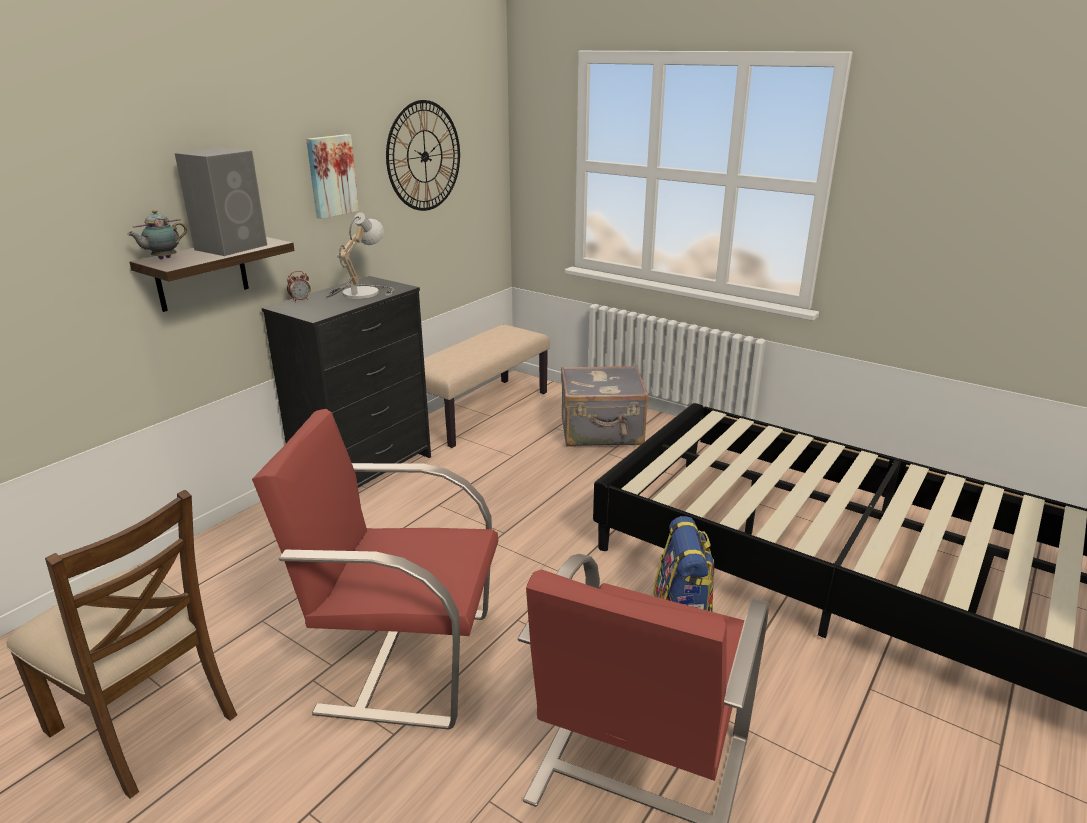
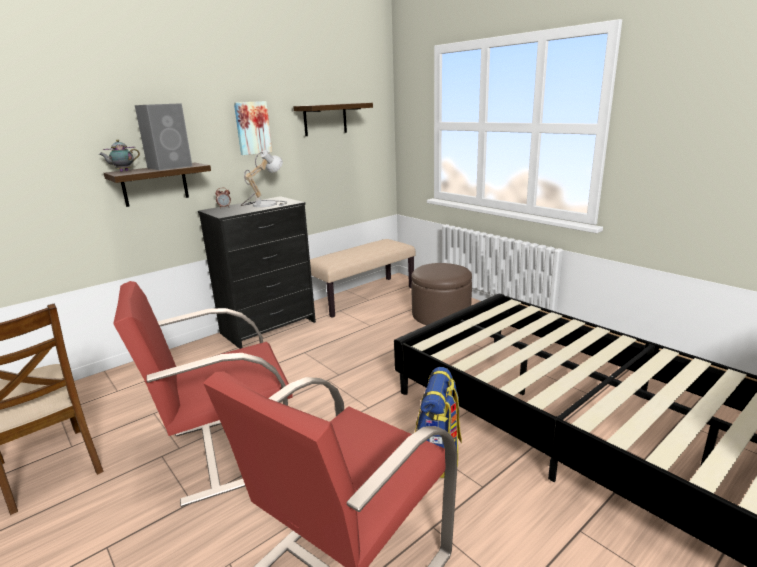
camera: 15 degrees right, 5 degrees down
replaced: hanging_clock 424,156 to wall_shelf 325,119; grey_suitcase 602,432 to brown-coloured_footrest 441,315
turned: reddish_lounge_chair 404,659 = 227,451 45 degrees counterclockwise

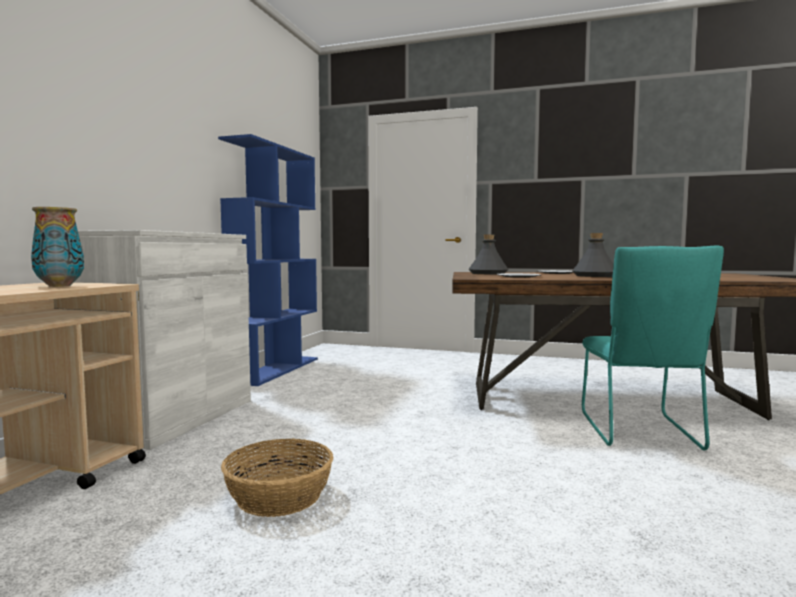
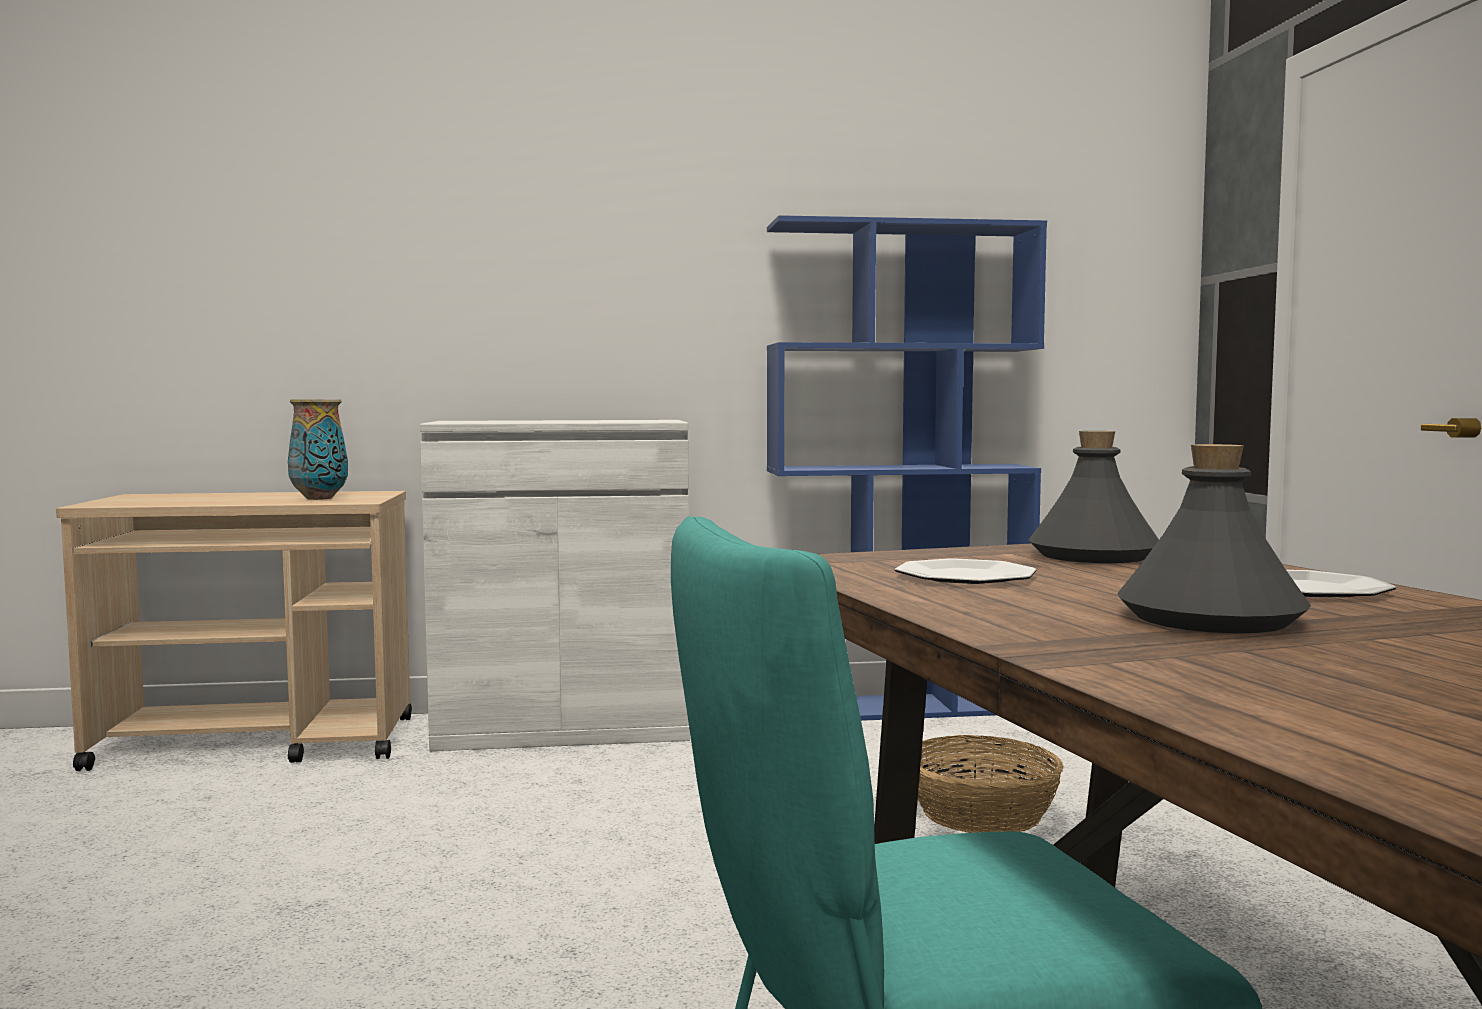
camera: 65 degrees right, 0 degrees up
moved: basket 280,496 to 981,813

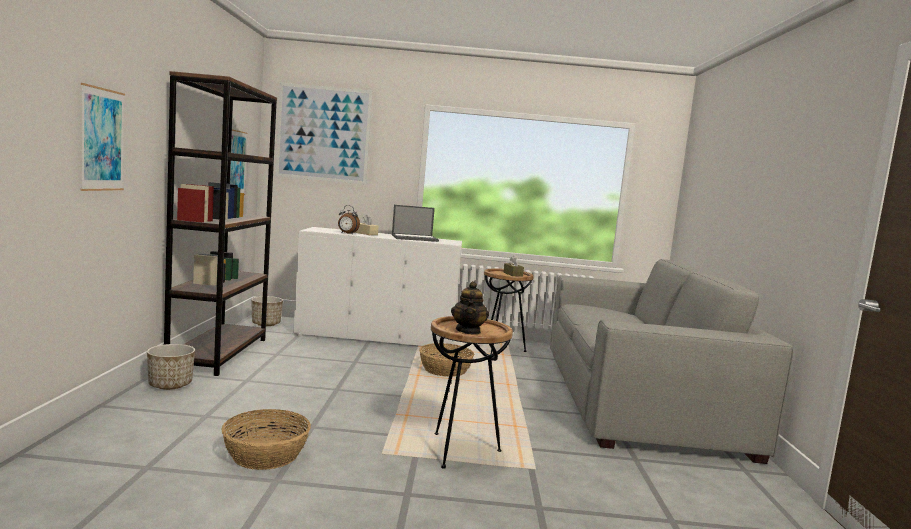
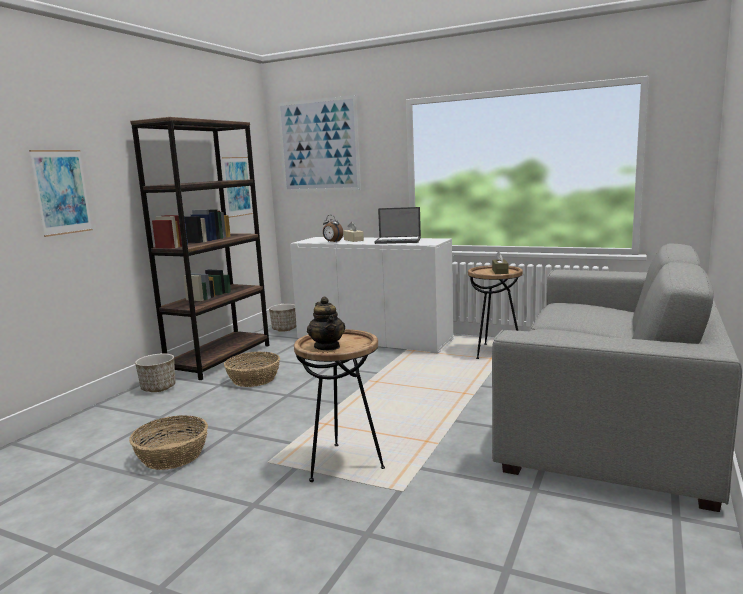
camera: 25 degrees right, 5 degrees up
moved: basket 445,370 to 254,379
turned: pot_for_tea 468,331 = 327,347 45 degrees counterclockwise

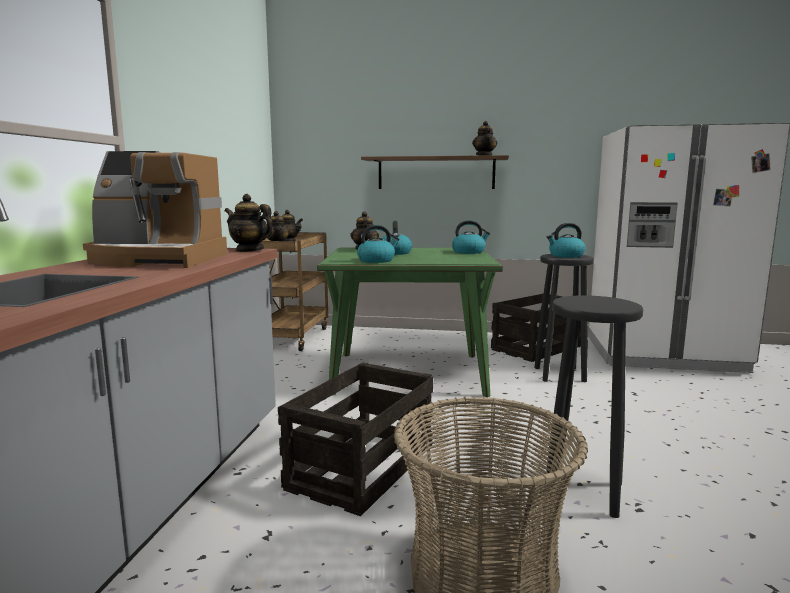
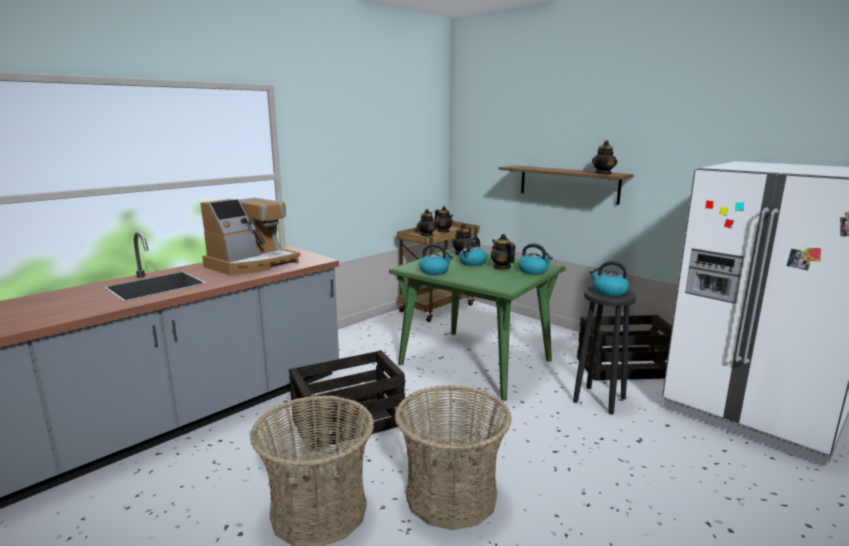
camera: 35 degrees right, 5 degrees up
moved: pot_for_tea 249,250 to 502,267
replaced: black_stool_seat 583,492 to basket 451,496
turned: coffee_machine 158,259 = 252,264 90 degrees counterclockwise

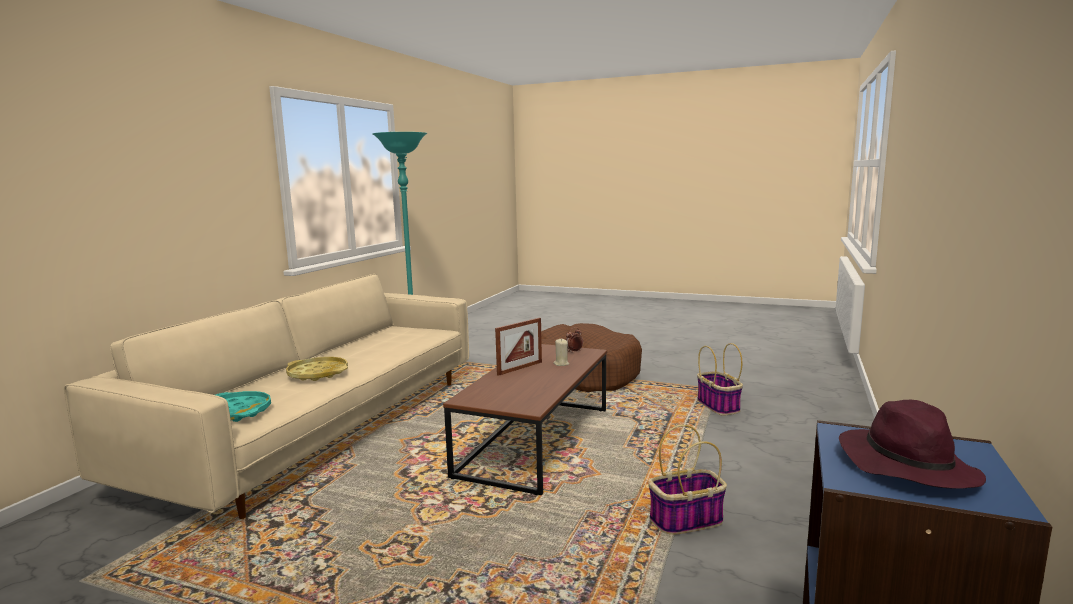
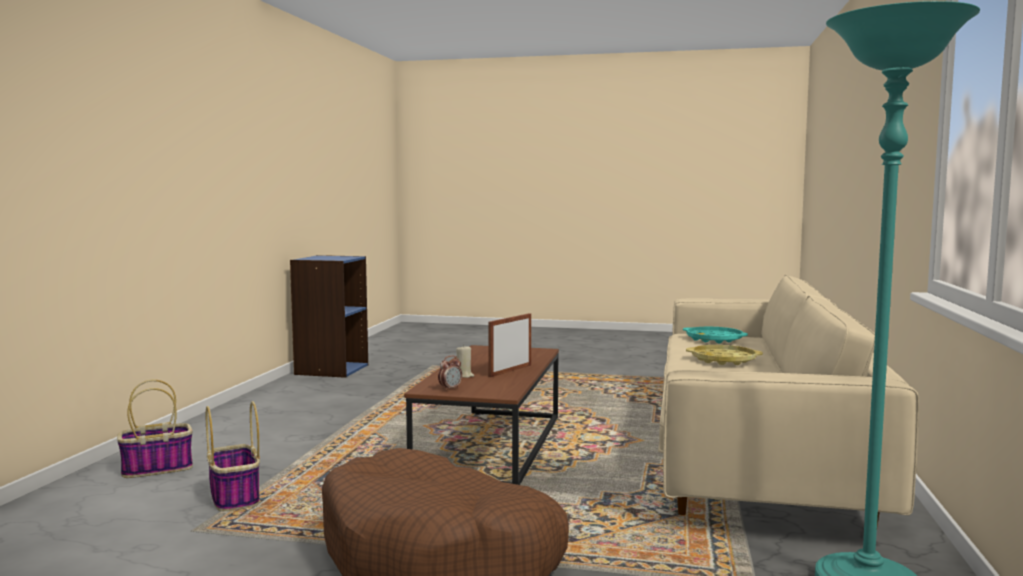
camera: 170 degrees right, 5 degrees down
removed: purple-coloured_wearable_hat 905,465
moved: basket 685,521 to 158,468

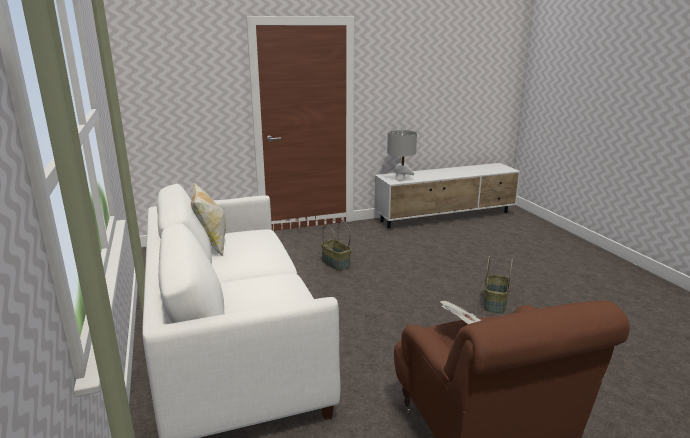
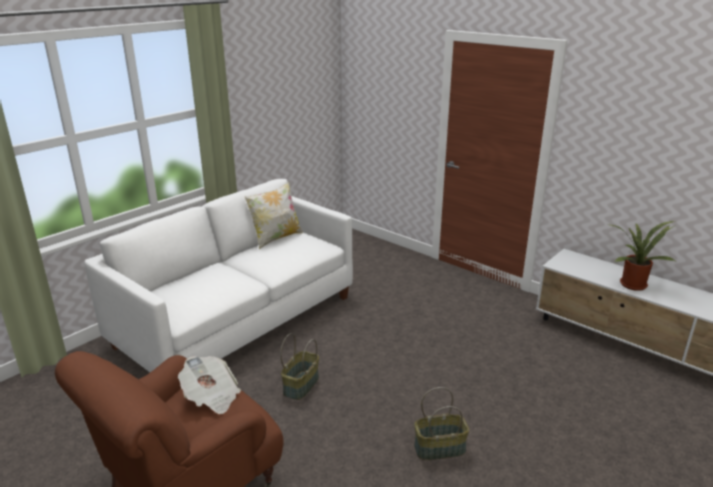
camera: 60 degrees right, 5 degrees up
removed: grey_lamp_for_a_table 400,179
added: houseplant 633,283
moved: basket 335,263 to 301,385

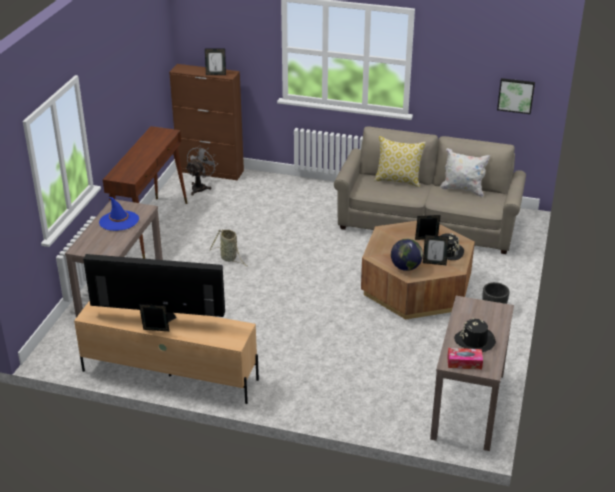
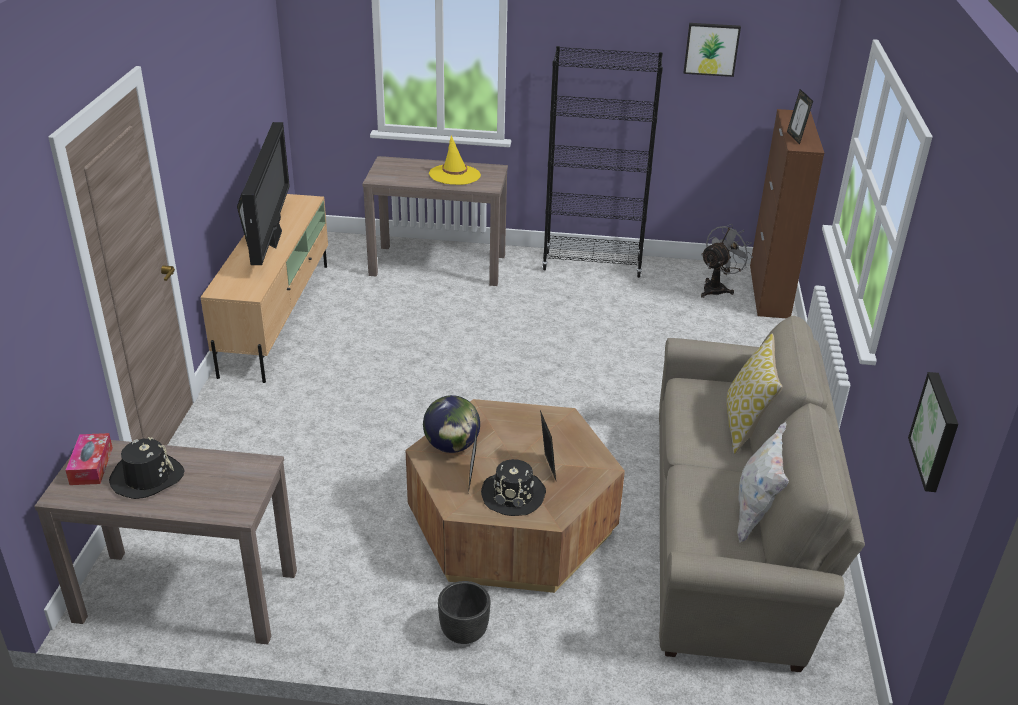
camera: 80 degrees right, 0 degrees up
removed: basket 229,258
added: wall_art 711,49
replaced: brown-coloured_narrow_table 151,228 to black_bookcase 592,265
recoloured: blue_wearable_hat 119,221 to yellowish_wearable_hat 454,175
turned: grey_cooling_fan 200,187 = 717,288 60 degrees counterclockwise

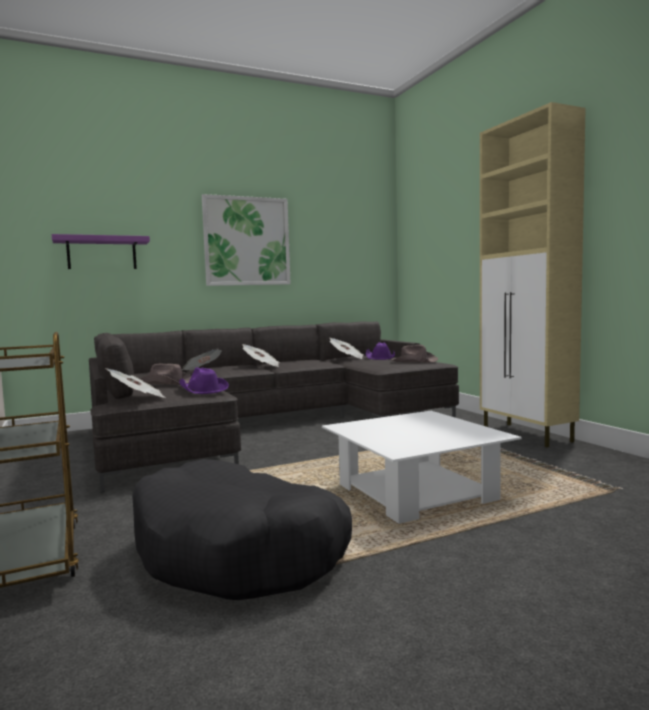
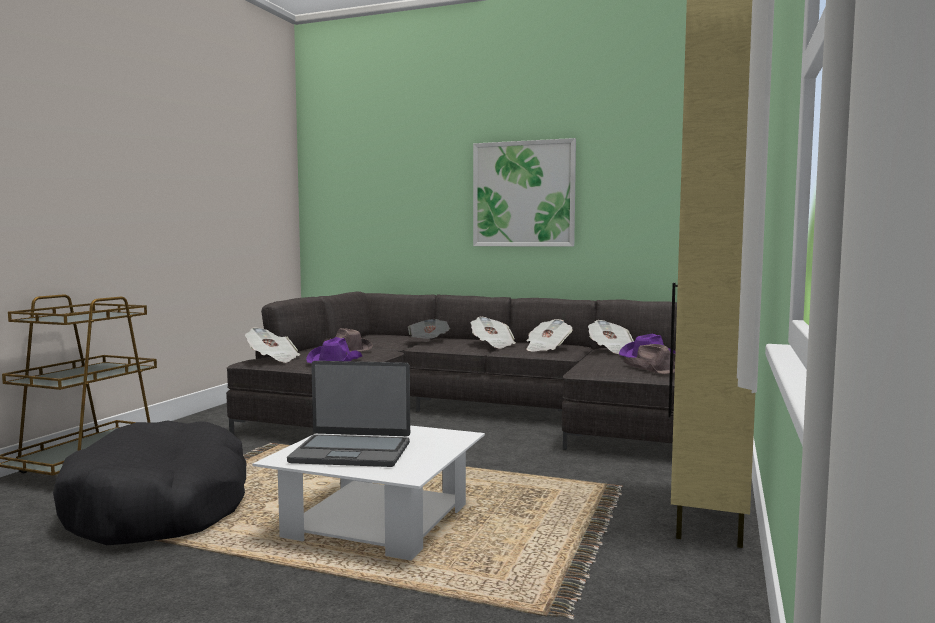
camera: 45 degrees right, 0 degrees up
removed: purple-coloured_wall_shelf 102,253
added: notebook_computer 352,452; printed_paper 546,348

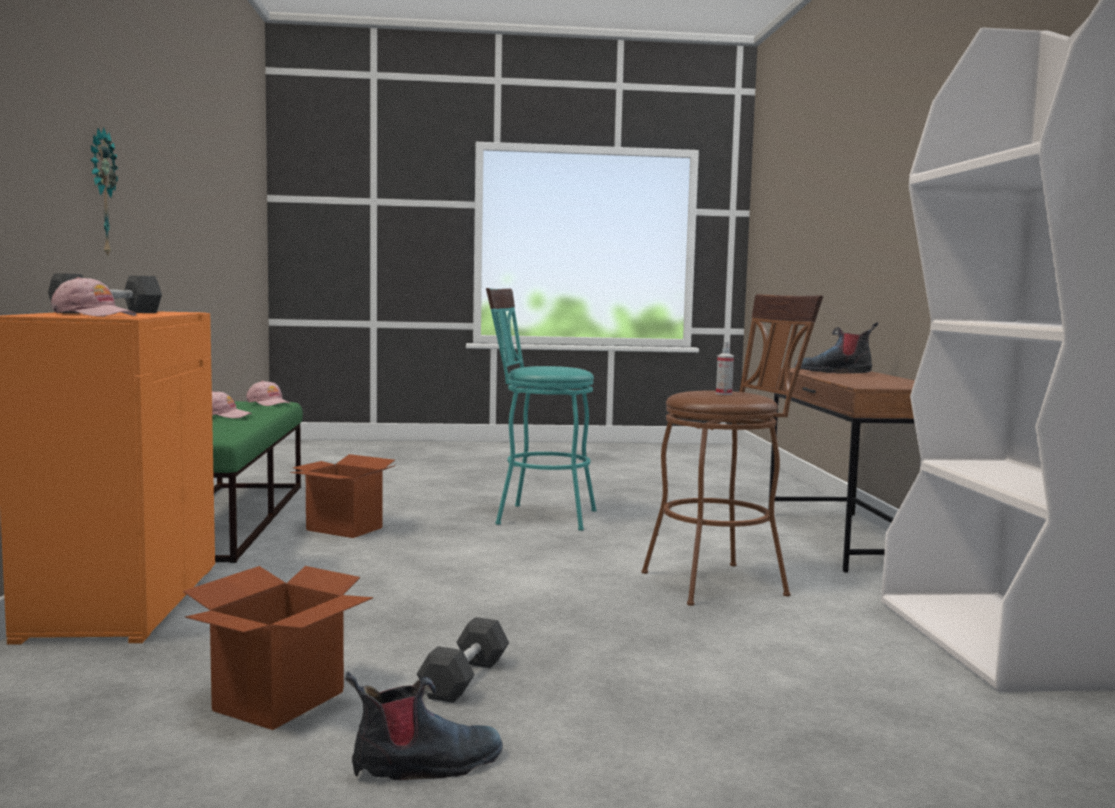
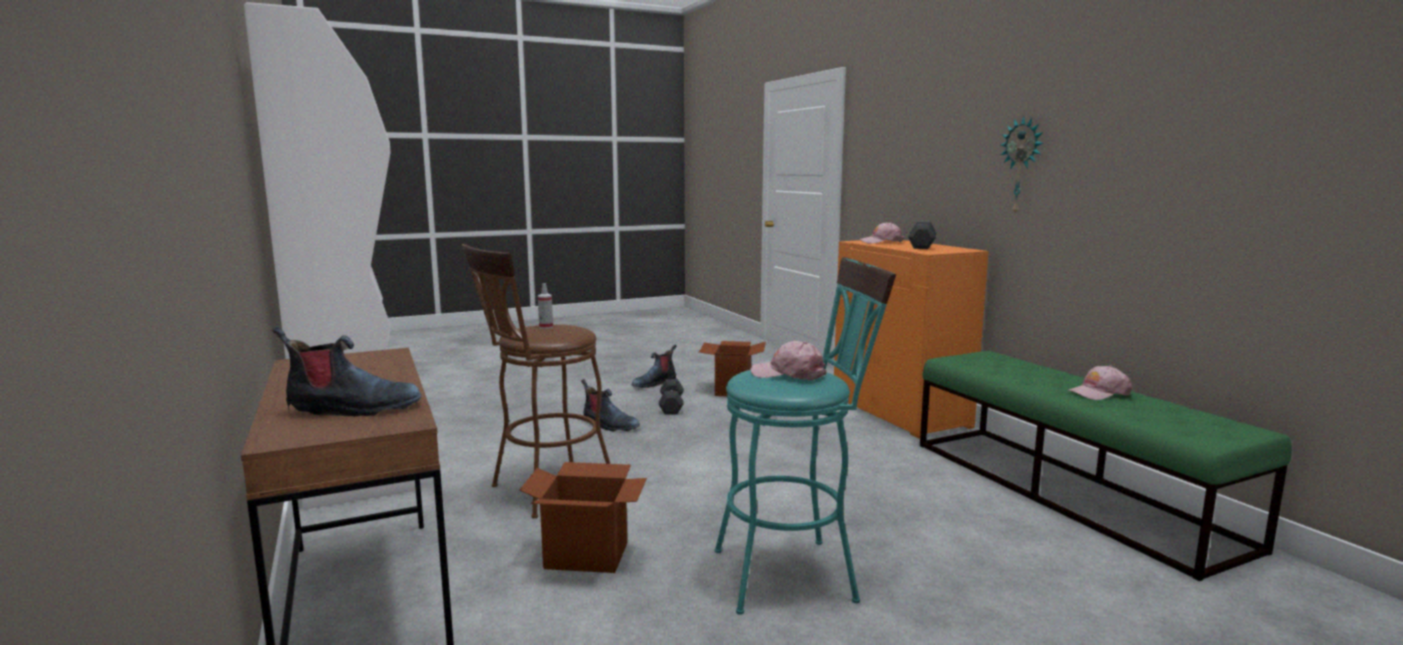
camera: 160 degrees right, 5 degrees up
added: tall_boot 609,425
moved: pink-coloured_cap 269,403 to 788,374; packing_box 344,529 to 587,556

